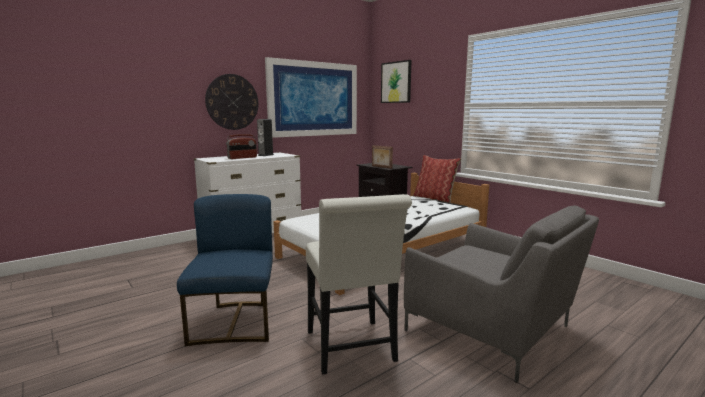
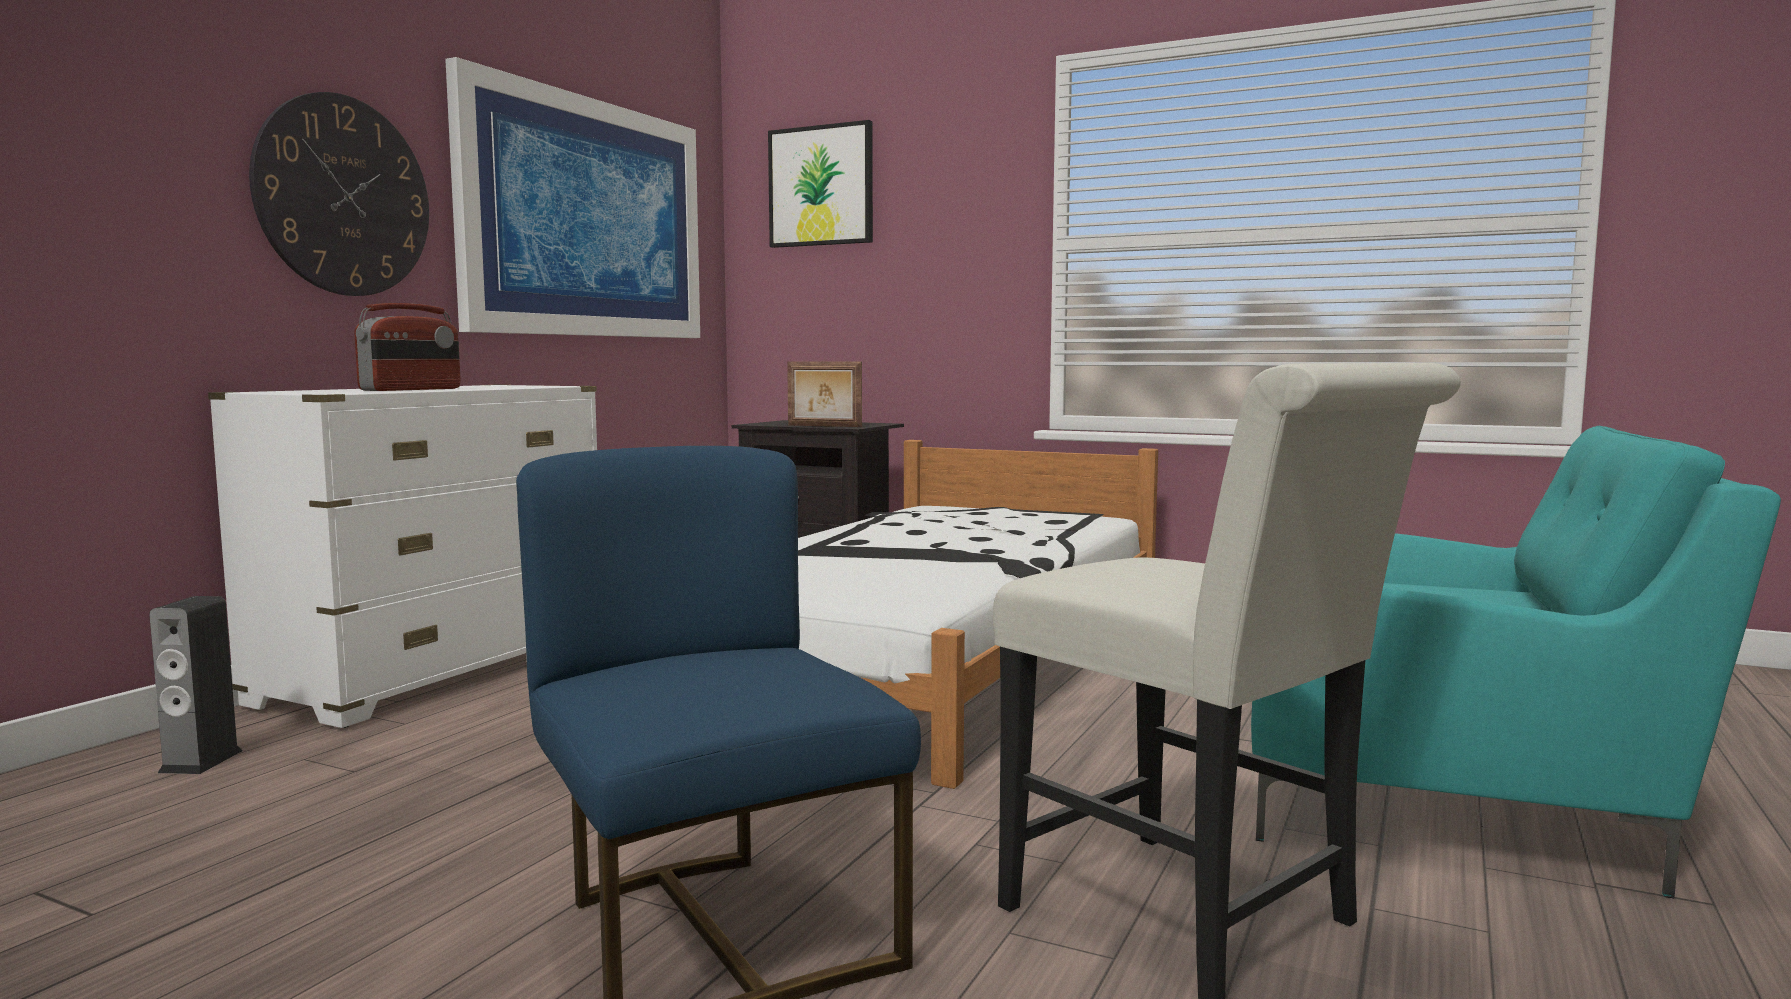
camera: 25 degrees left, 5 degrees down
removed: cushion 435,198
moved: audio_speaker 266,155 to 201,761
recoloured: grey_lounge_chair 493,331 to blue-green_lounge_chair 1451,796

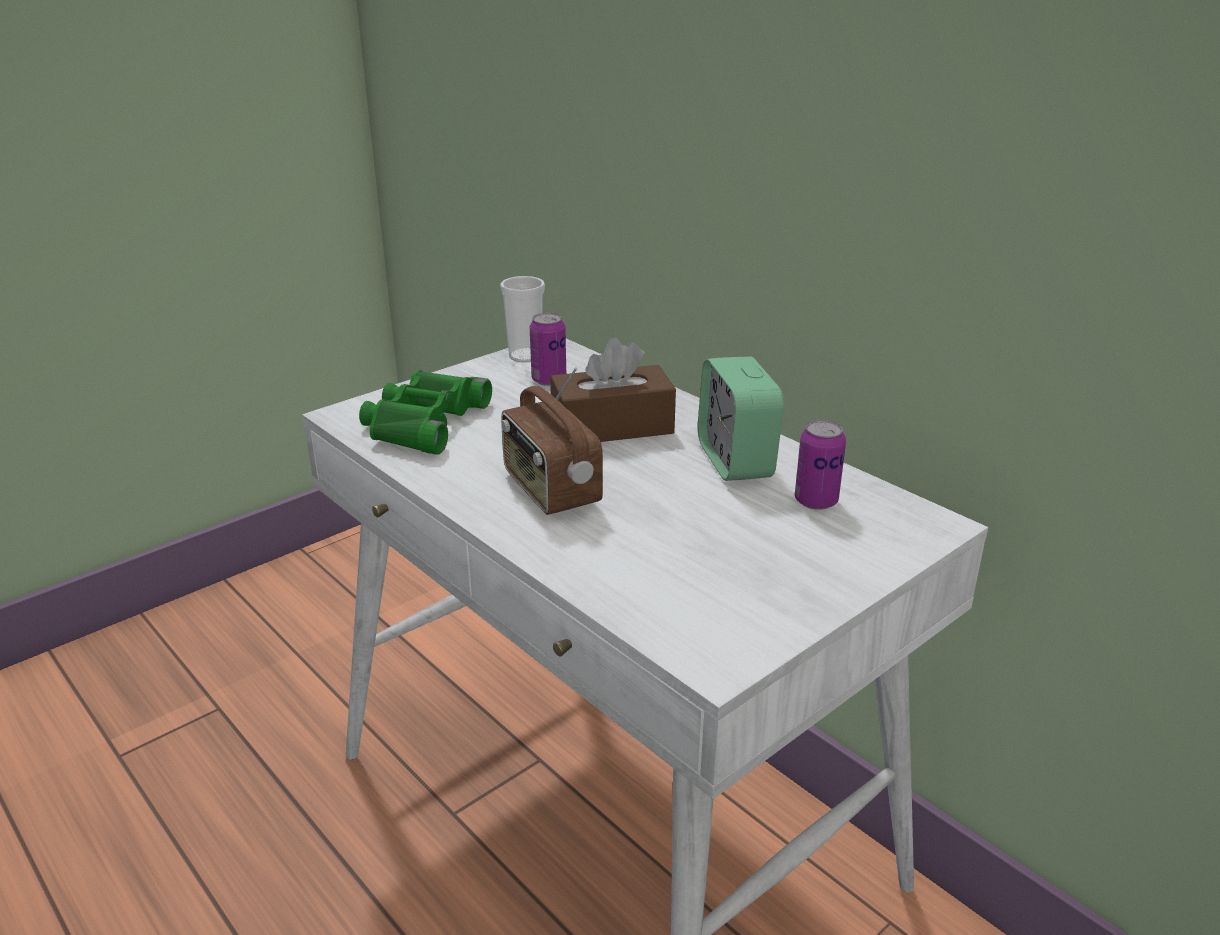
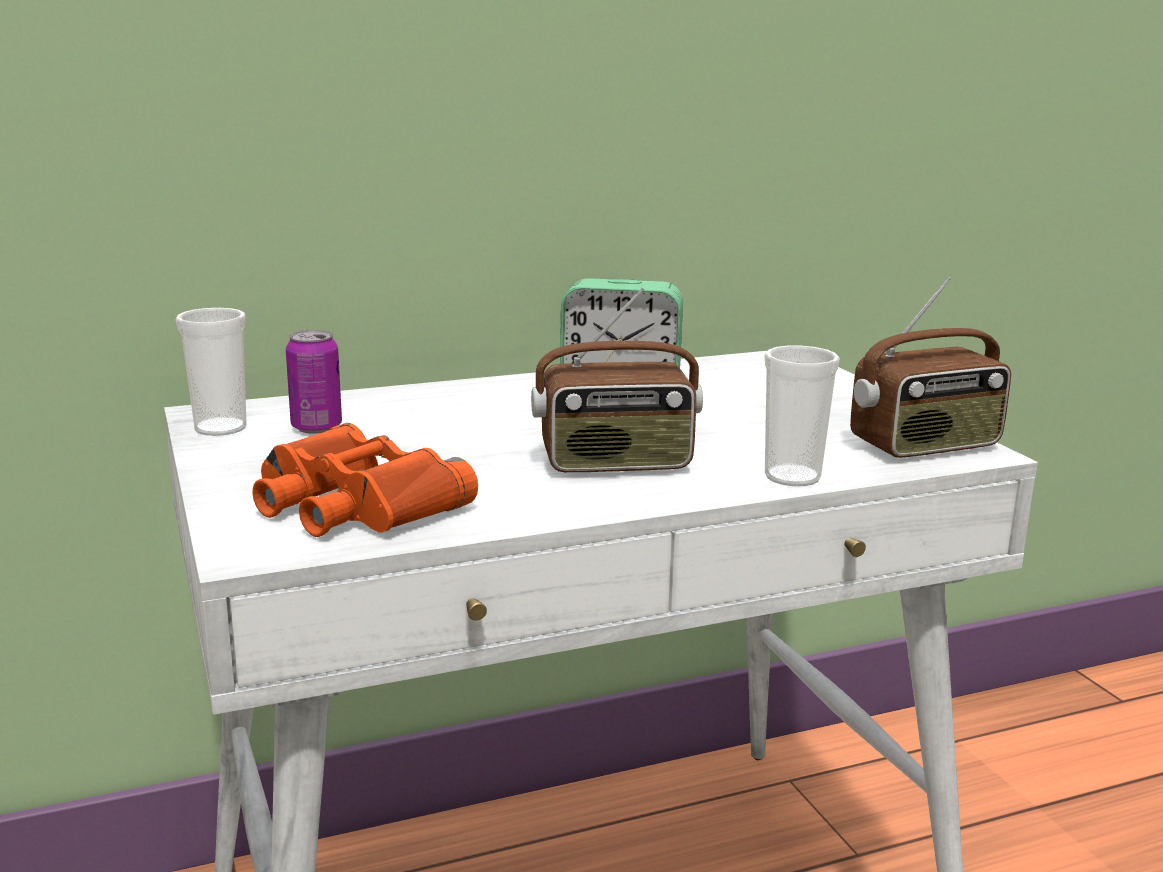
camera: 70 degrees left, 10 degrees down
removed: brown-coloured_box_of_tissues 612,426; can 816,501
added: cup 792,477; radio_set 926,446
recoloured: green_field_glasses 423,422 to orangey_field_glasses 353,504

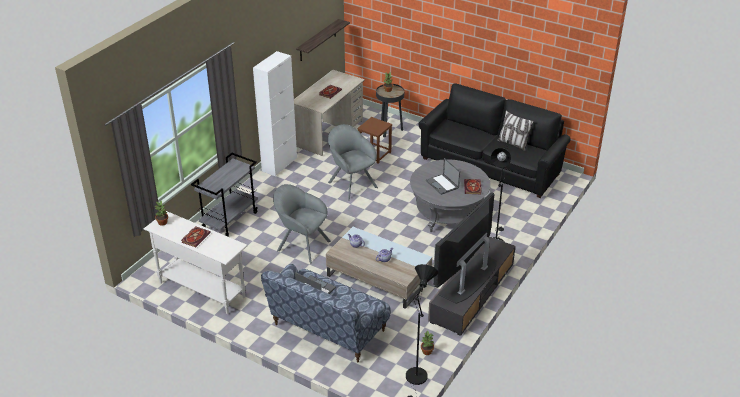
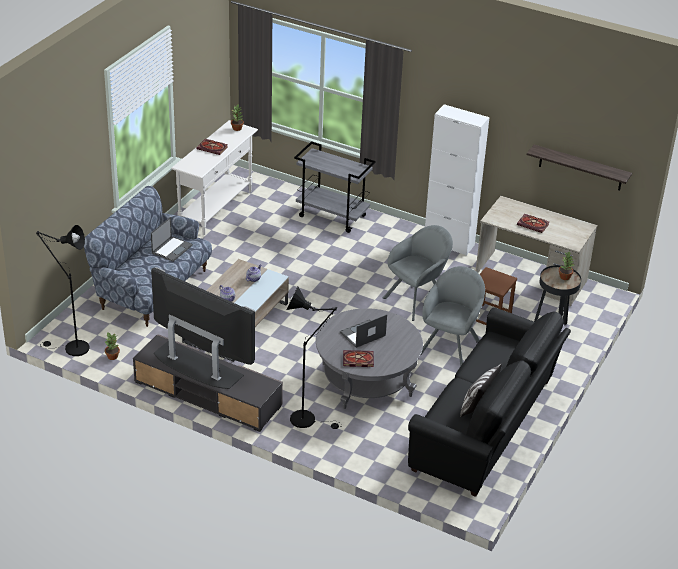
camera: 85 degrees right, 0 degrees up
moved: grey_lounge_chair 301,245 to 450,345

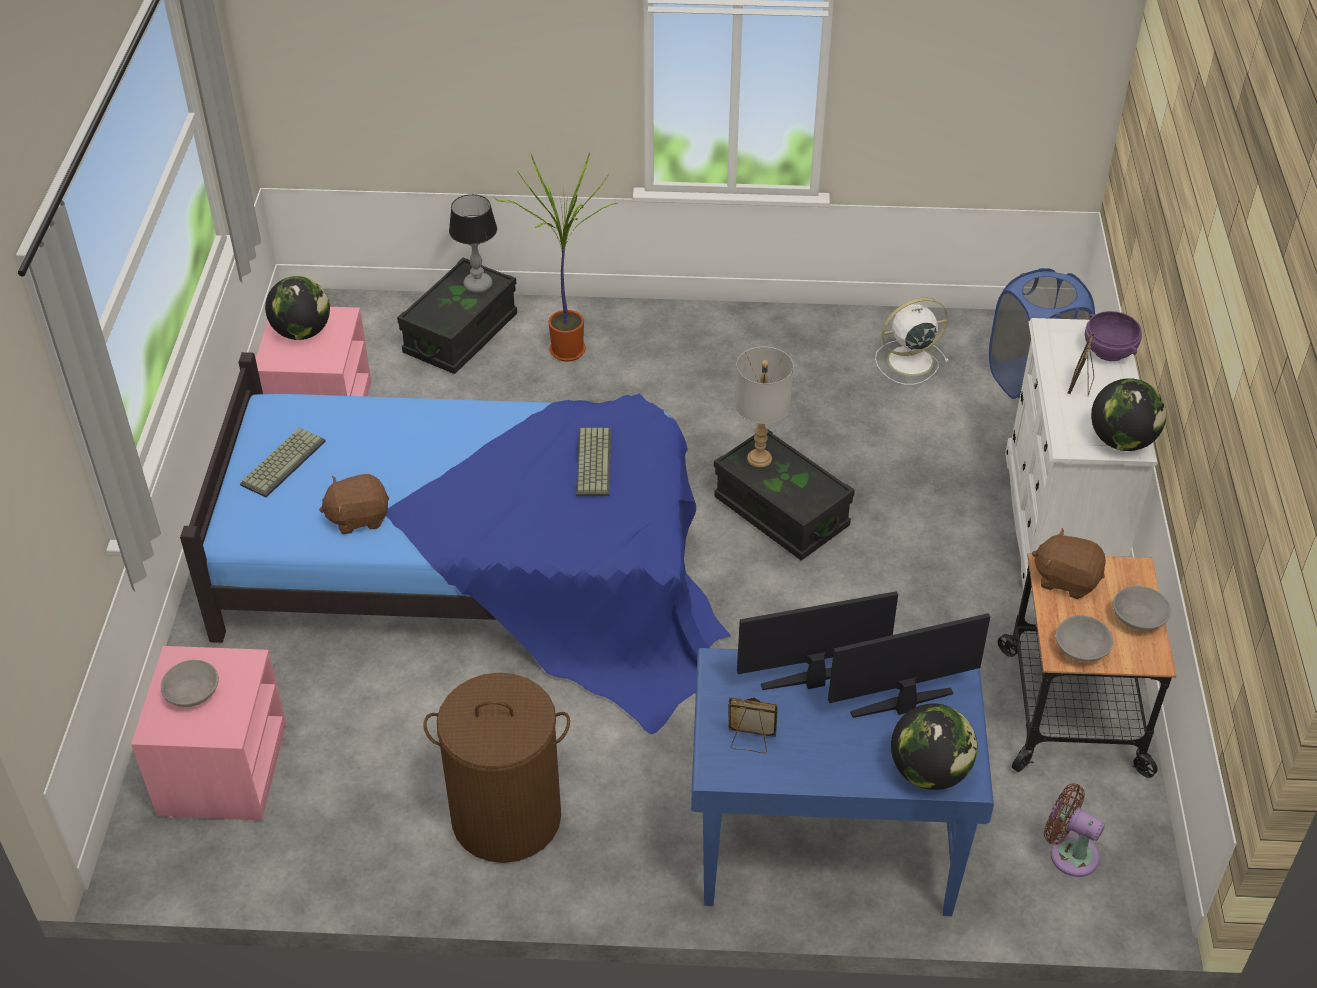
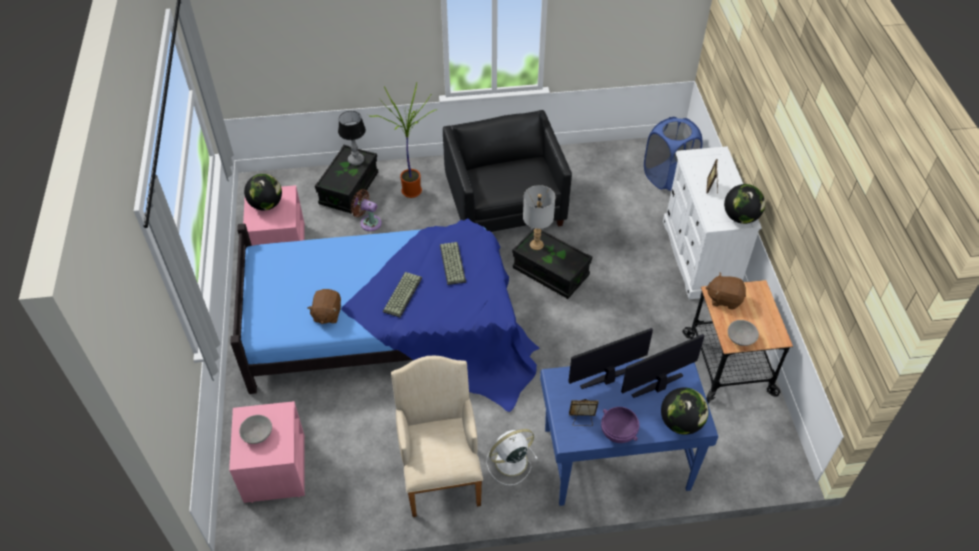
camera: 10 degrees left, 5 degrees up
removed: grey_serving_bowl 1138,619
added: black_lounge_chair 504,204
moved: computer_keyboard 282,462 to 402,294; white_cooling_fan 908,361 to 509,462; brown-coloured_cooling_fan 1069,853 to 368,222; purple-coloured_serving_bowl 1109,351 to 619,432
replaced: brown-coloured_hamper 507,816 to beige-coloured_lounge_chair 440,471
turned: brown-coloured_soft_toy 358,517 = 327,314 60 degrees counterclockwise

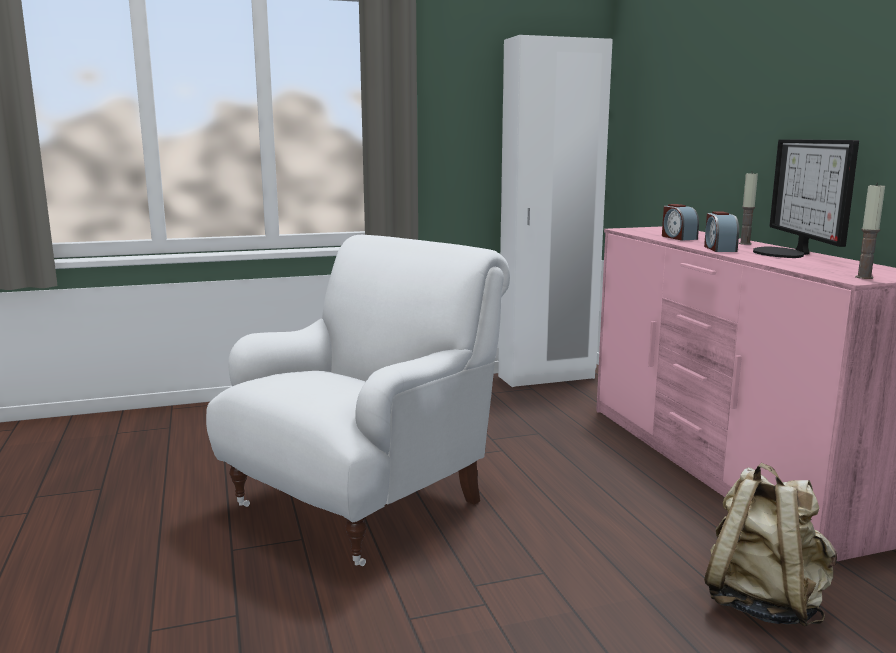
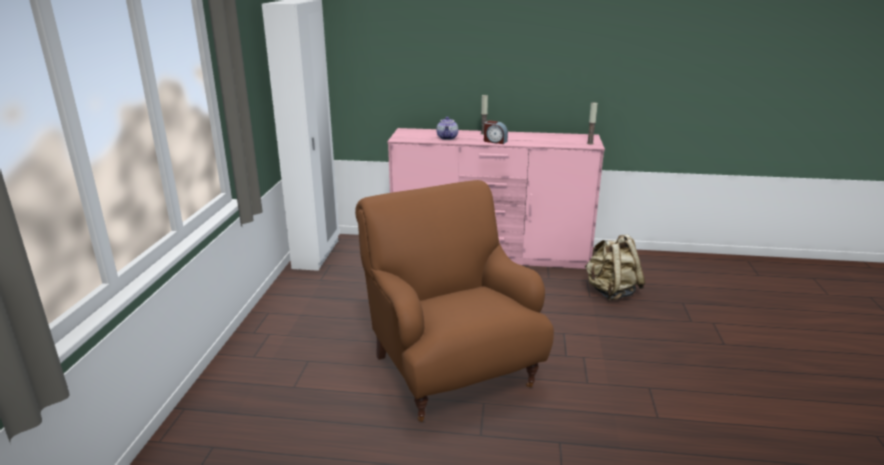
camera: 65 degrees left, 10 degrees up
removed: computer_display 786,253
replaced: bedside_clock 678,237 to pot_for_tea 448,138
recoloured: white_lounge_chair 363,502 to brown-coloured_lounge_chair 451,370

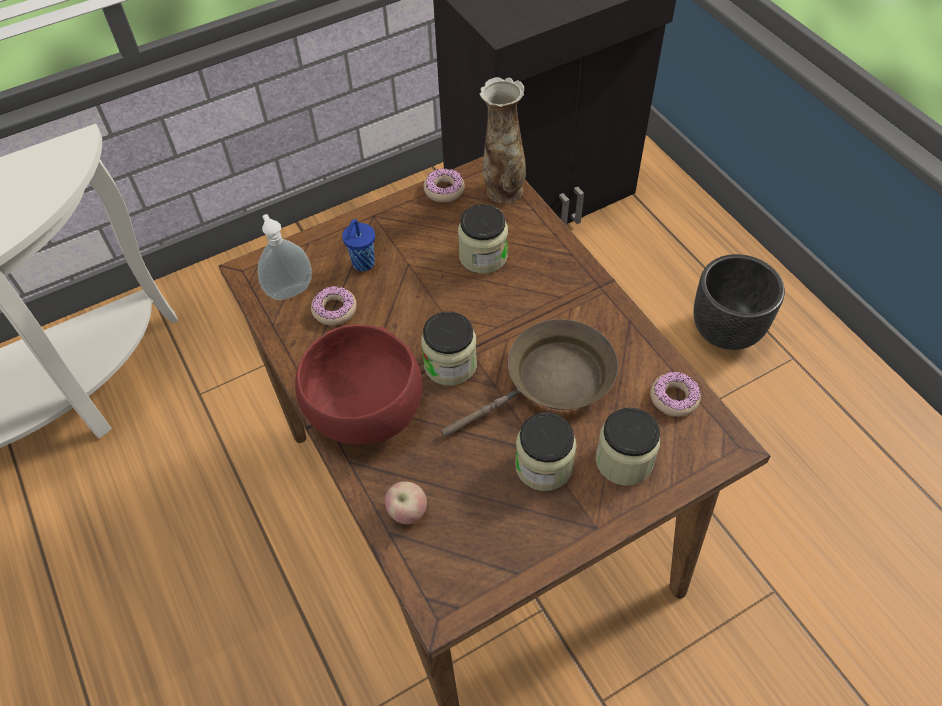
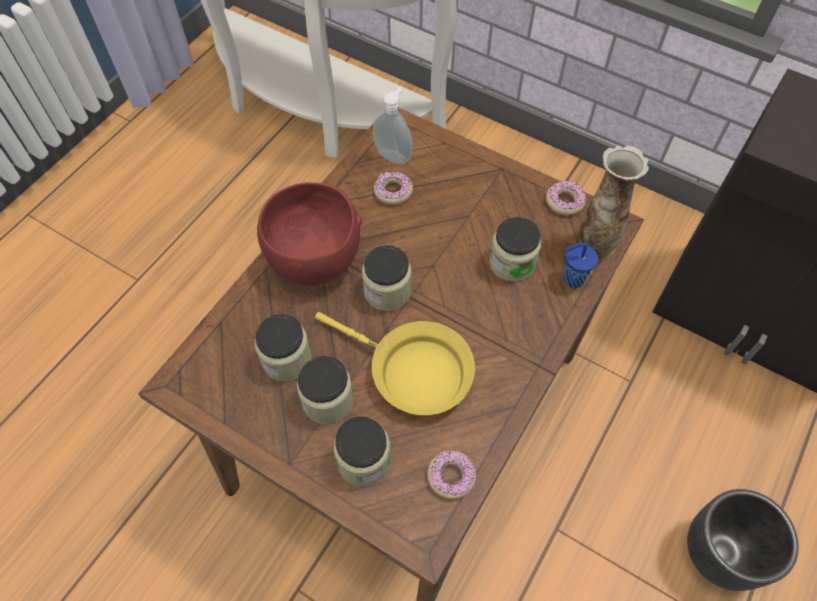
camera: 60 degrees right, 5 degrees up
removed: whole_apple 407,512
added: jar 286,359
moved: blue_cup 362,264 to 572,279
recoloured: brown-coloured_pan 552,381 to yellowish_pan 413,371

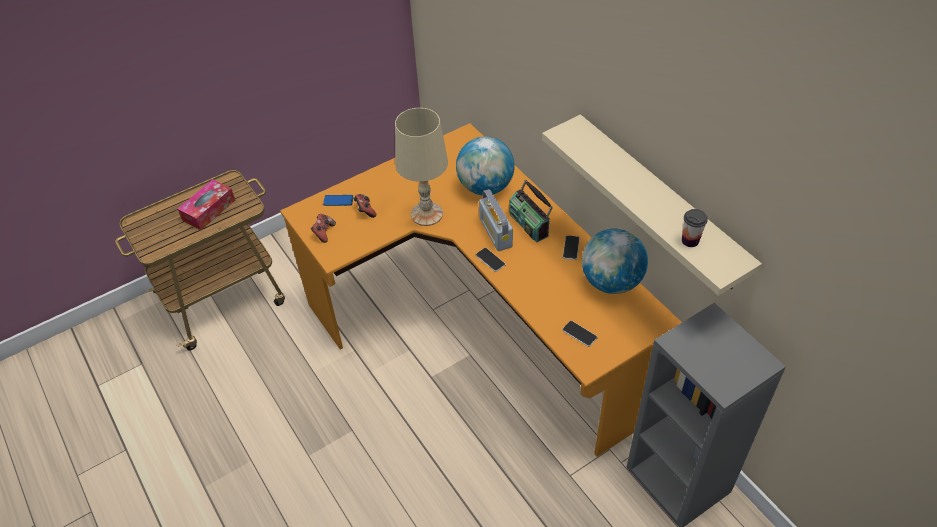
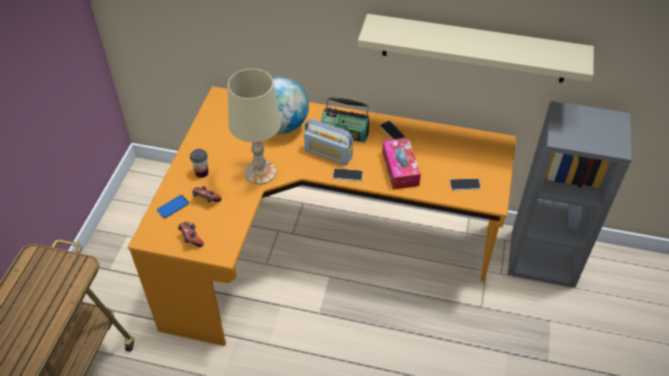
camera: 45 degrees left, 0 degrees up
removed: world_globe 611,282
moved: box_of_tissues 209,210 to 400,169; cup 690,240 to 202,173

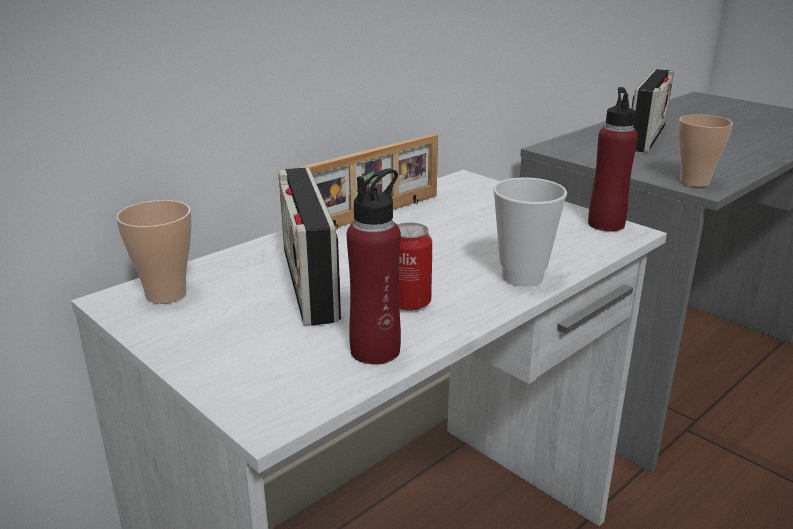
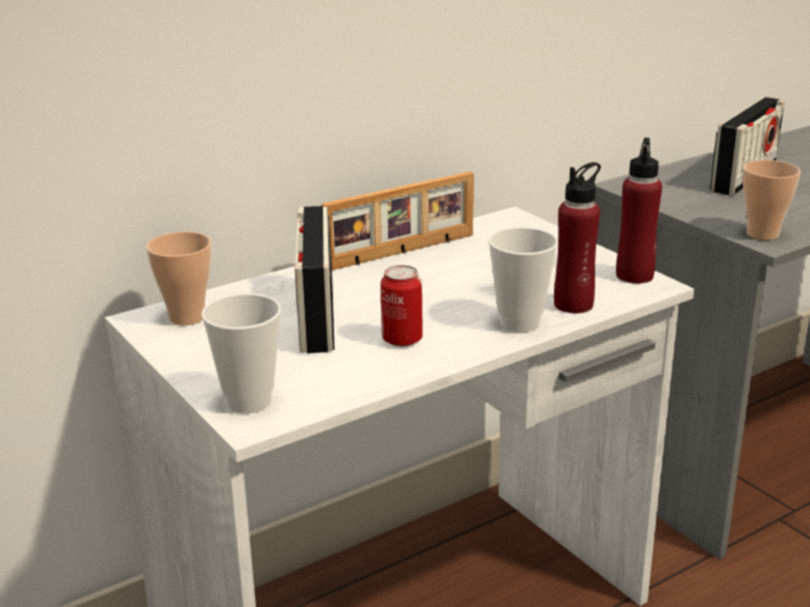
camera: 10 degrees right, 0 degrees up
added: cup 249,402
moved: reddish_drink_bottle 375,350 to 573,304

